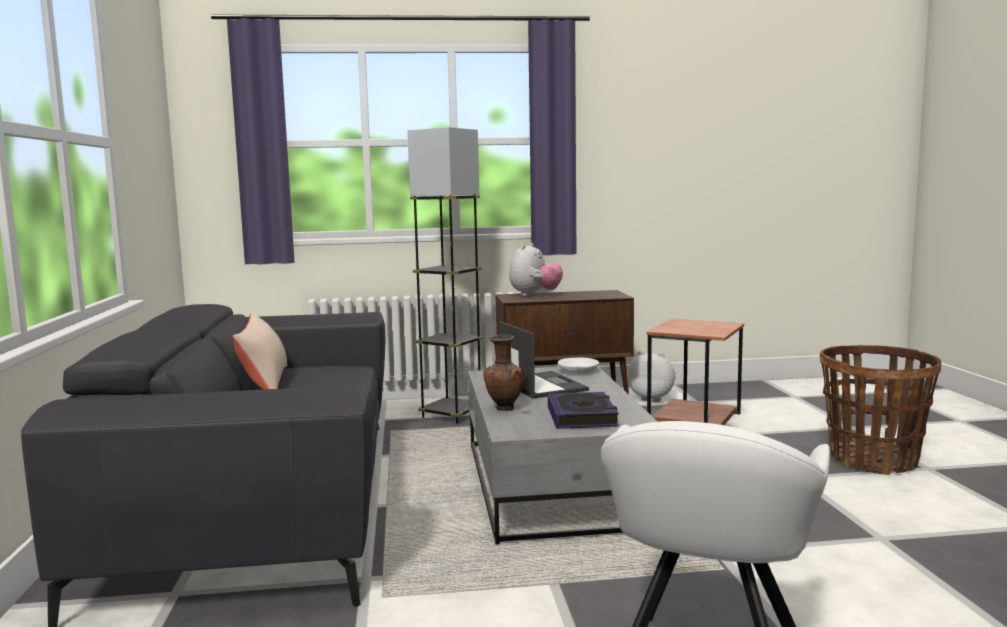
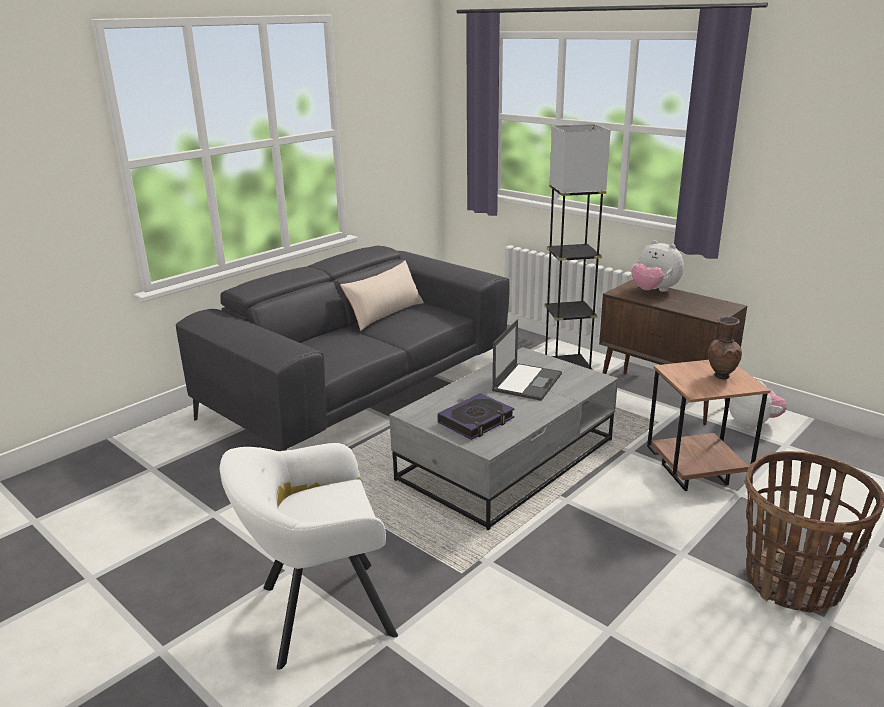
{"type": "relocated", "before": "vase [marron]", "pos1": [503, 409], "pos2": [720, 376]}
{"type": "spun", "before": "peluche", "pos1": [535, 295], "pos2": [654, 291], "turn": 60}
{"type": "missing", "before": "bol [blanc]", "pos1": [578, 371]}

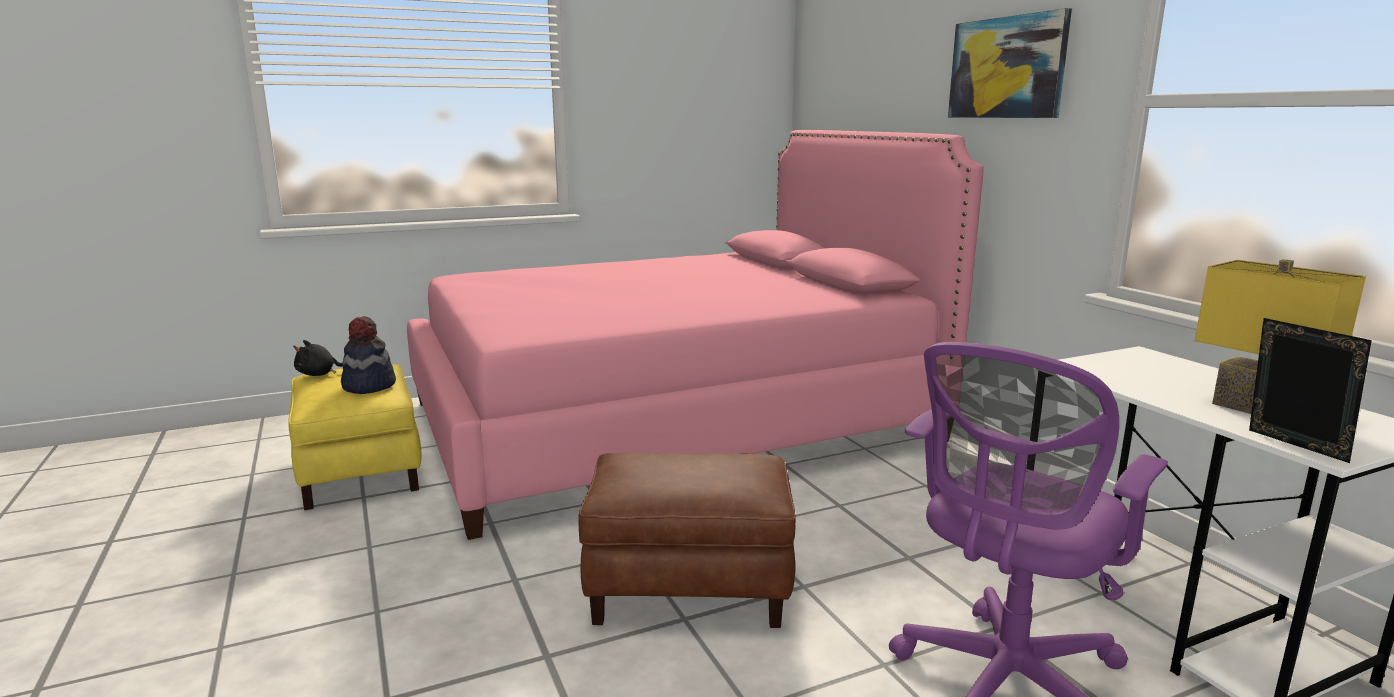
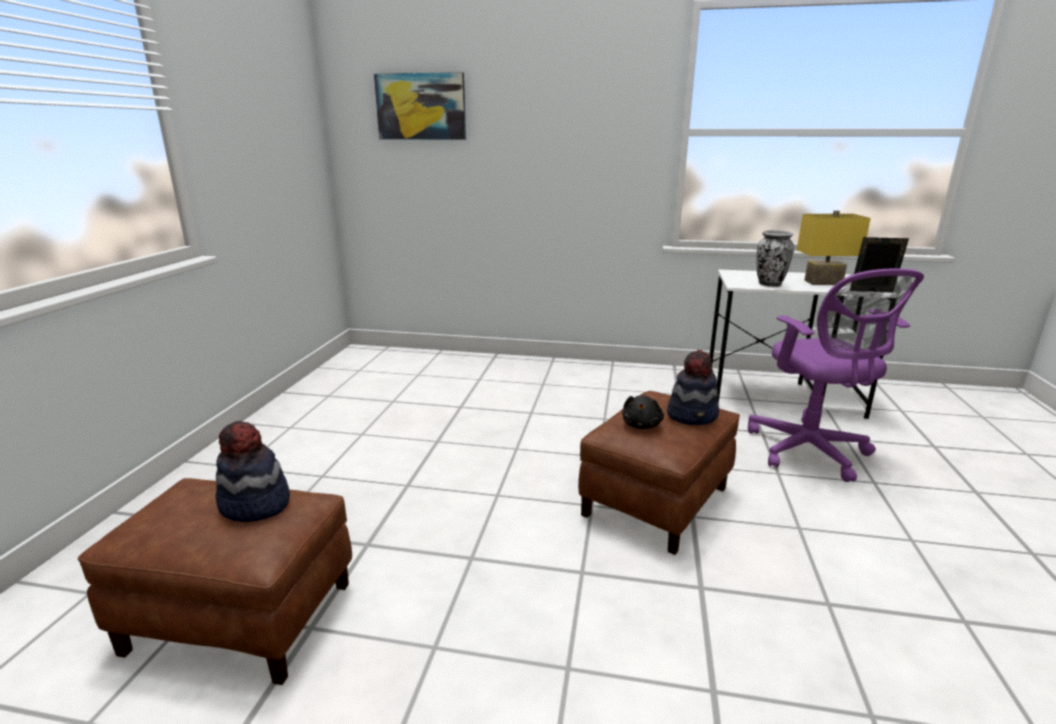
{"type": "colour", "before": "pouf [jaune]", "after": "pouf [marron]", "pos1": [361, 472], "pos2": [242, 616]}
{"type": "relocated", "before": "peluche [noir]", "pos1": [319, 374], "pos2": [642, 425]}
{"type": "missing", "before": "lit [rose]", "pos1": [671, 421]}
{"type": "relocated", "before": "tableau", "pos1": [1007, 68], "pos2": [421, 107]}
{"type": "appeared", "after": "chapeau", "pos2": [693, 415]}
{"type": "appeared", "after": "vase", "pos2": [769, 284]}

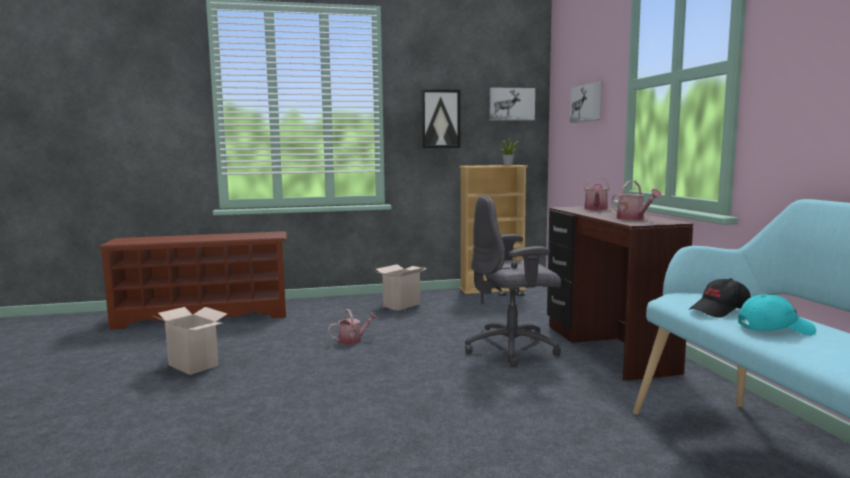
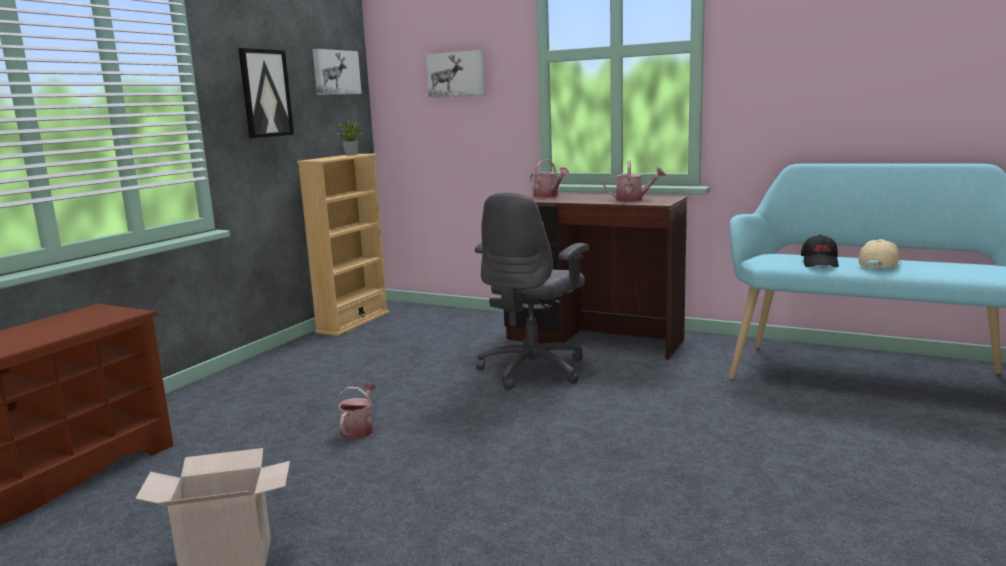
{"type": "missing", "before": "carton", "pos1": [401, 305]}
{"type": "colour", "before": "casquette [turquoise]", "after": "casquette [beige]", "pos1": [774, 329], "pos2": [879, 265]}

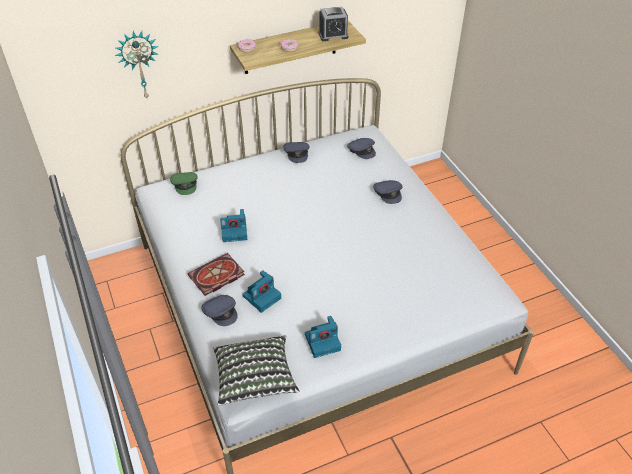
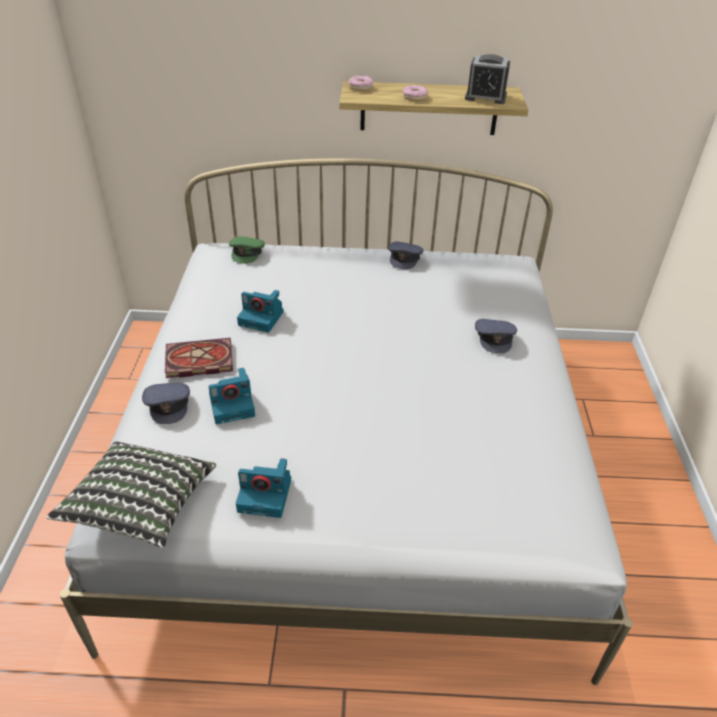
{"type": "missing", "before": "horloge murale", "pos1": [139, 64]}
{"type": "missing", "before": "casquette [gris]", "pos1": [361, 150]}

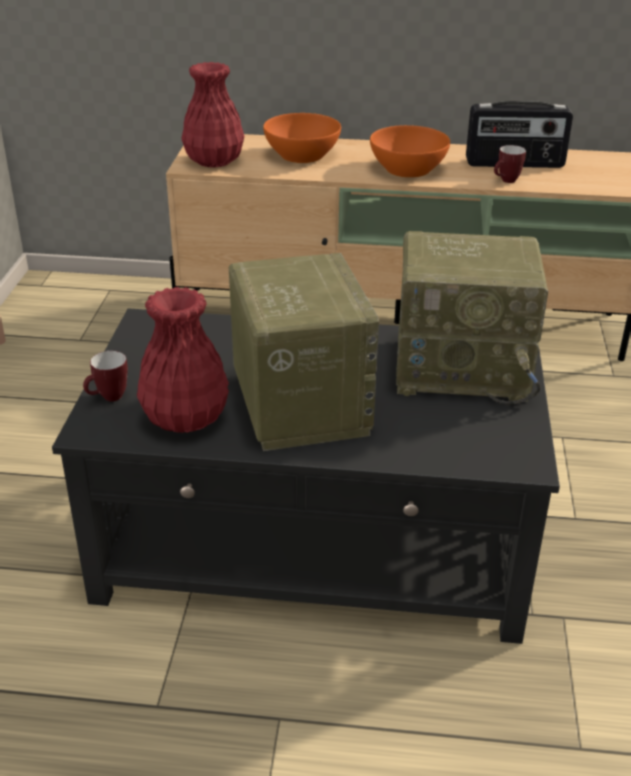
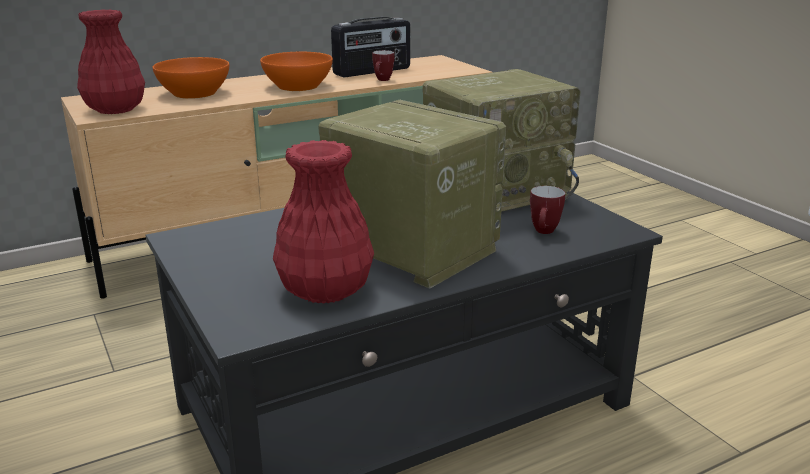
{"type": "relocated", "before": "mug", "pos1": [108, 398], "pos2": [544, 232]}

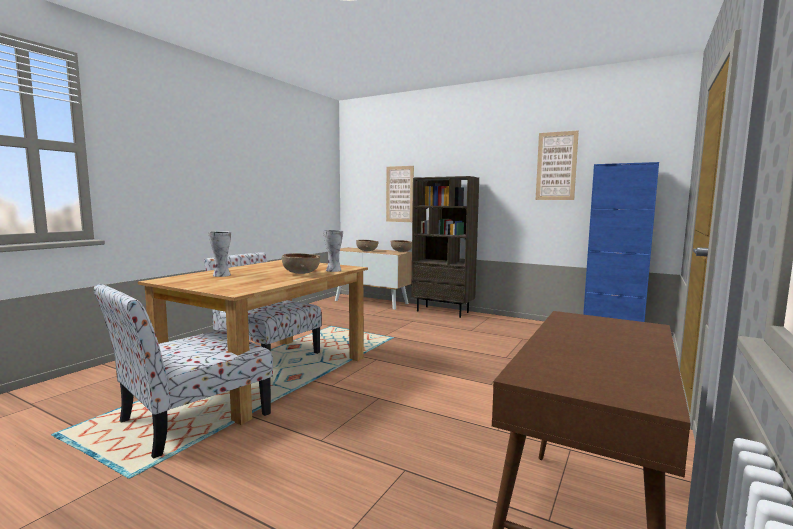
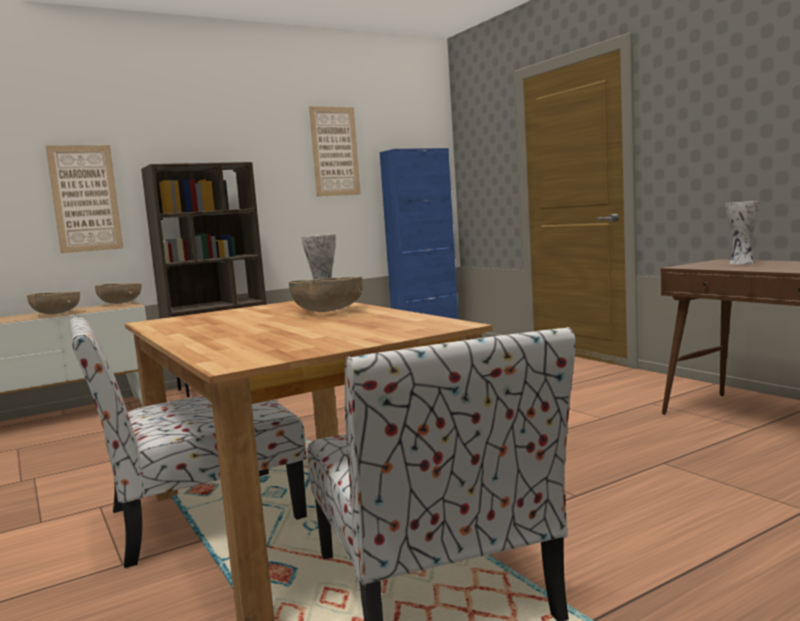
{"type": "relocated", "before": "vase", "pos1": [220, 275], "pos2": [742, 263]}

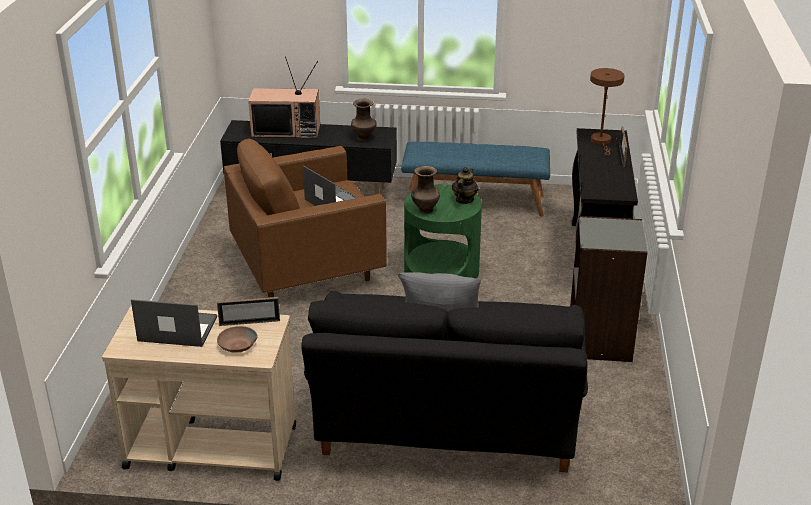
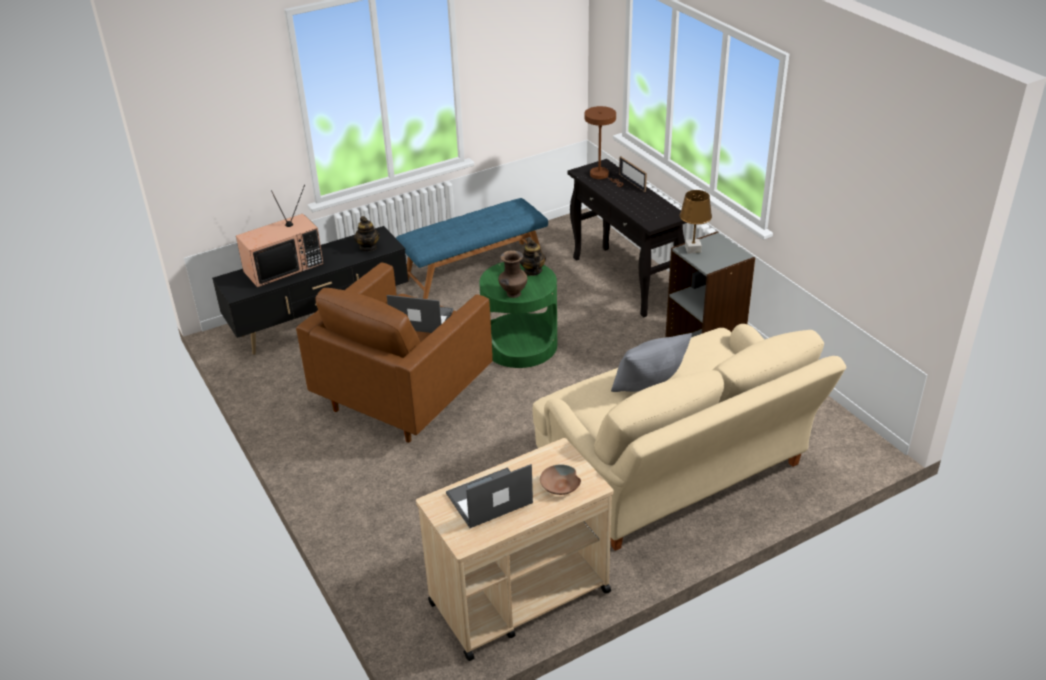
{"type": "missing", "before": "cadre photo", "pos1": [249, 322]}
{"type": "colour", "before": "canapé [noir]", "after": "canapé [beige]", "pos1": [447, 425], "pos2": [677, 474]}
{"type": "exchanged", "before": "vase [marron]", "after": "théière", "pos1": [364, 138], "pos2": [368, 247]}
{"type": "appeared", "after": "lampe de table [marron]", "pos2": [692, 249]}

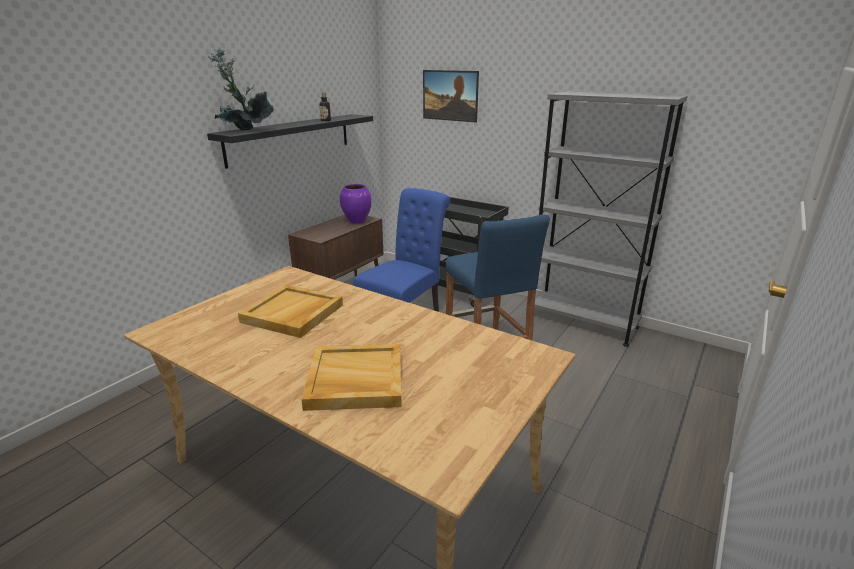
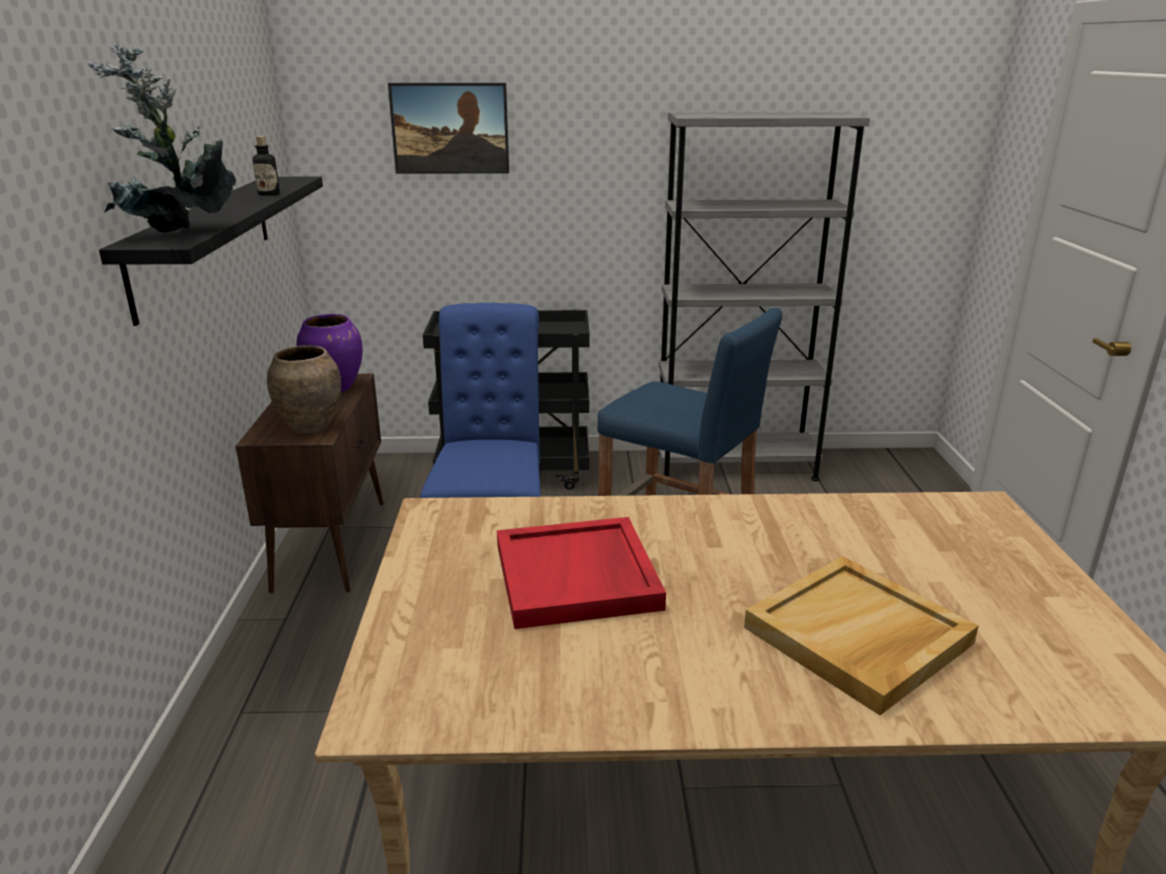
{"type": "colour", "before": "plateau [beige]", "after": "plateau [rouge]", "pos1": [293, 314], "pos2": [578, 577]}
{"type": "appeared", "after": "vase [marron]", "pos2": [310, 427]}

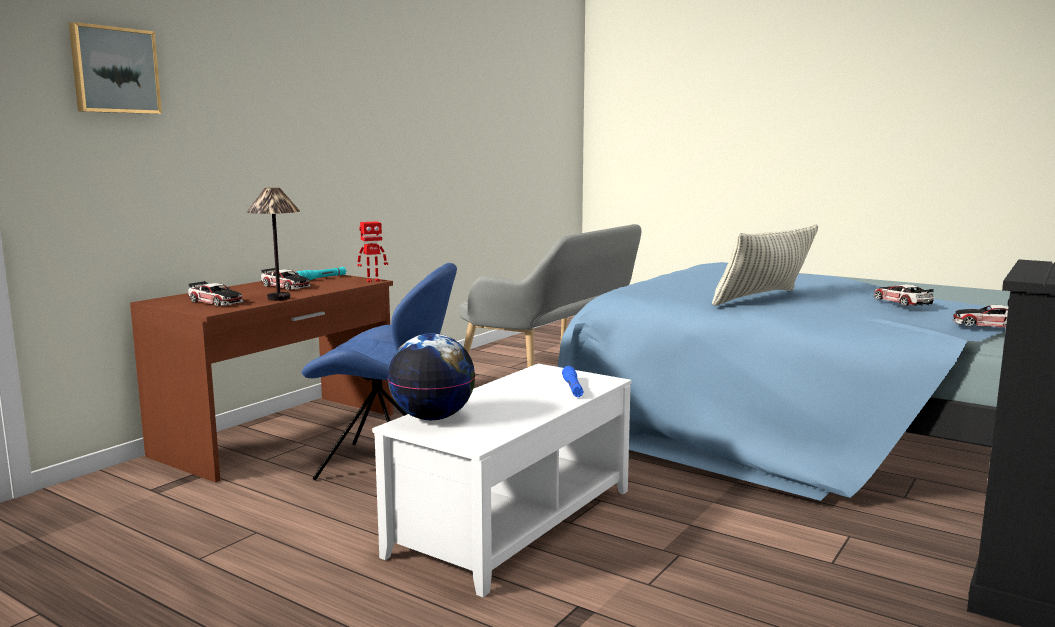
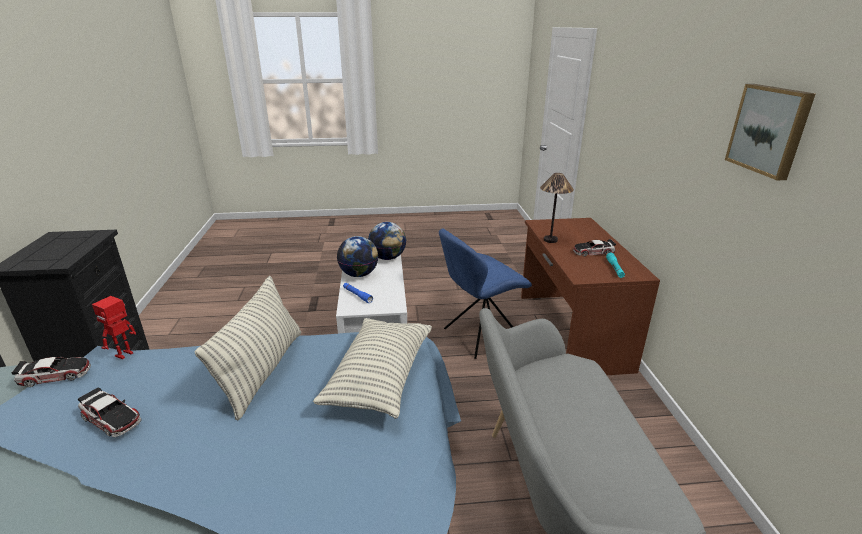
{"type": "relocated", "before": "tableau", "pos1": [114, 70], "pos2": [769, 130]}
{"type": "missing", "before": "petite voiture", "pos1": [216, 302]}
{"type": "relocated", "before": "robot jouet", "pos1": [373, 280], "pos2": [125, 354]}
{"type": "appeared", "after": "coussin", "pos2": [380, 377]}
{"type": "appeared", "after": "globe", "pos2": [359, 274]}

